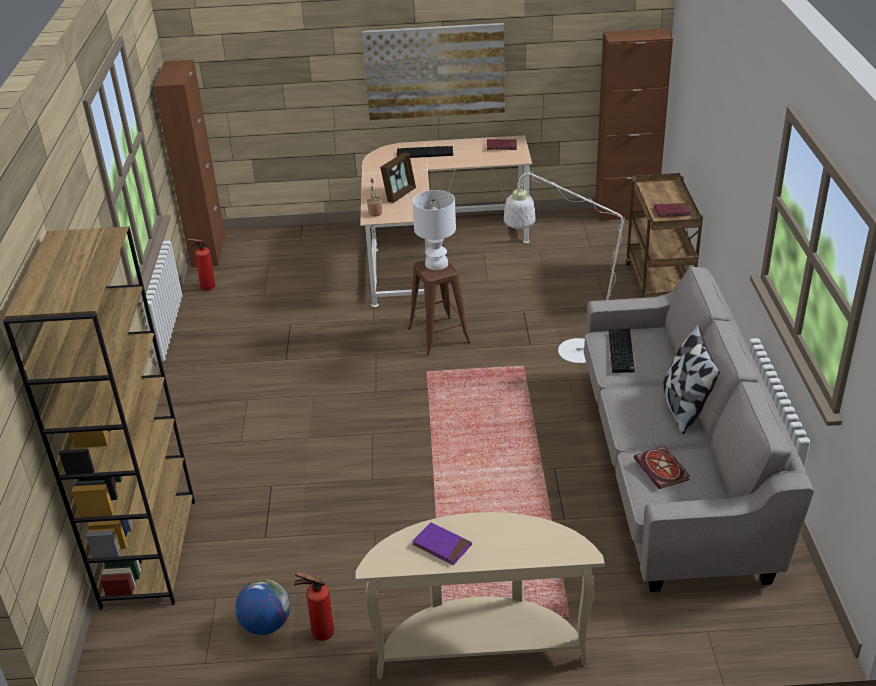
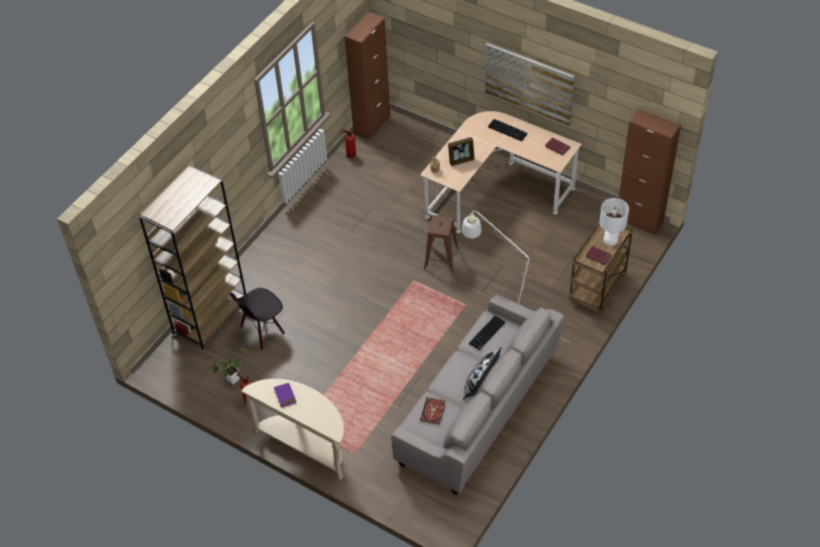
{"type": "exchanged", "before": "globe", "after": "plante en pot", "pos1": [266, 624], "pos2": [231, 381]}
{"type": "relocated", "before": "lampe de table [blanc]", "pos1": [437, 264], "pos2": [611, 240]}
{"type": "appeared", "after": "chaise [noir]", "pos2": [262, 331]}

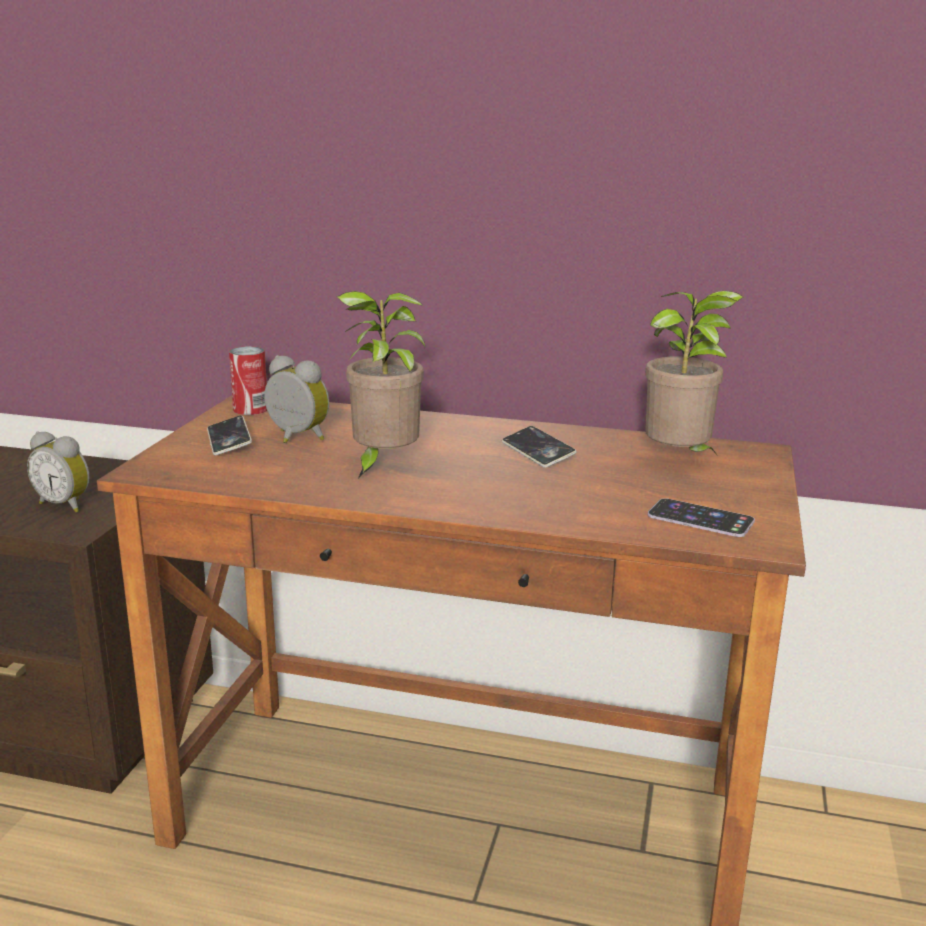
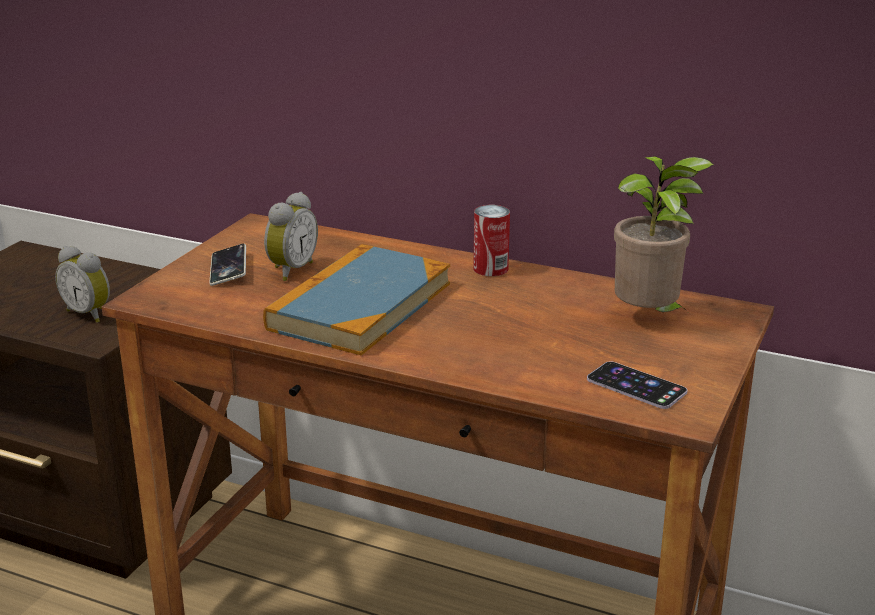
{"type": "relocated", "before": "boîte métallique", "pos1": [250, 409], "pos2": [490, 269]}
{"type": "spun", "before": "réveil", "pos1": [295, 438], "pos2": [290, 270], "turn": 75}
{"type": "exchanged", "before": "plante en pot", "after": "livre", "pos1": [382, 465], "pos2": [360, 306]}
{"type": "missing", "before": "téléphone", "pos1": [537, 452]}

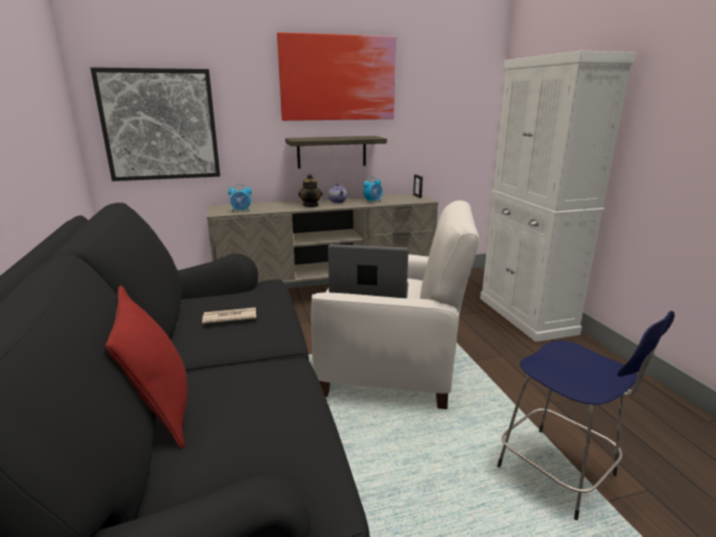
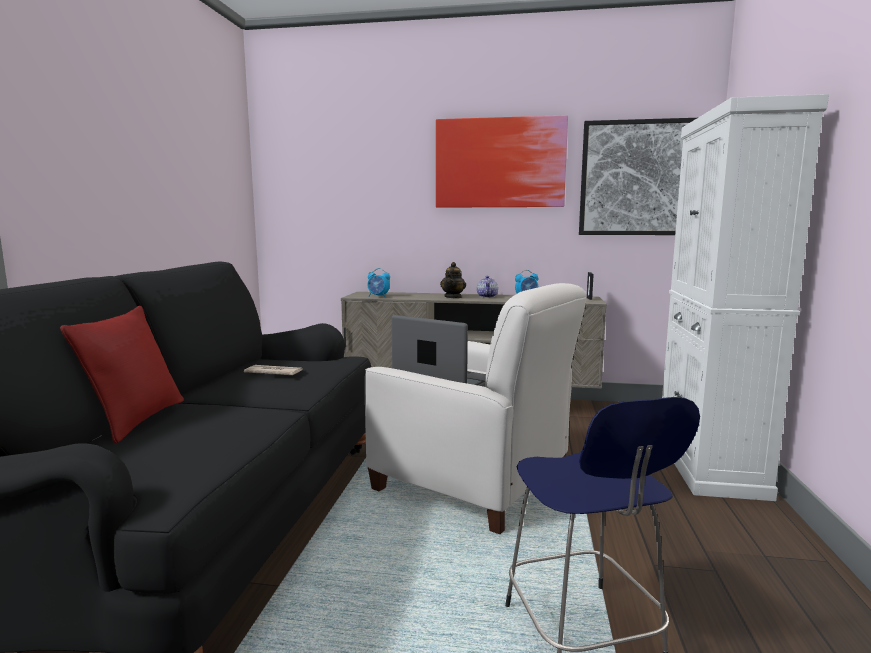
{"type": "relocated", "before": "tableau", "pos1": [160, 125], "pos2": [638, 178]}
{"type": "missing", "before": "étagère", "pos1": [332, 152]}

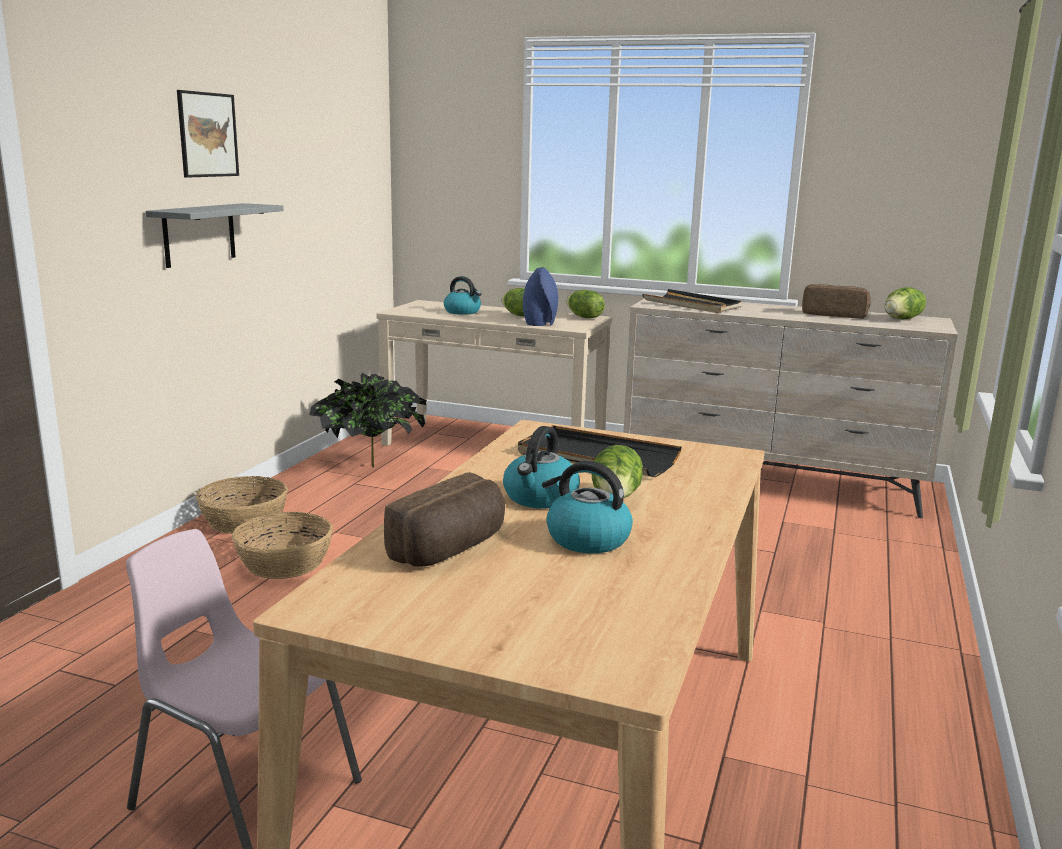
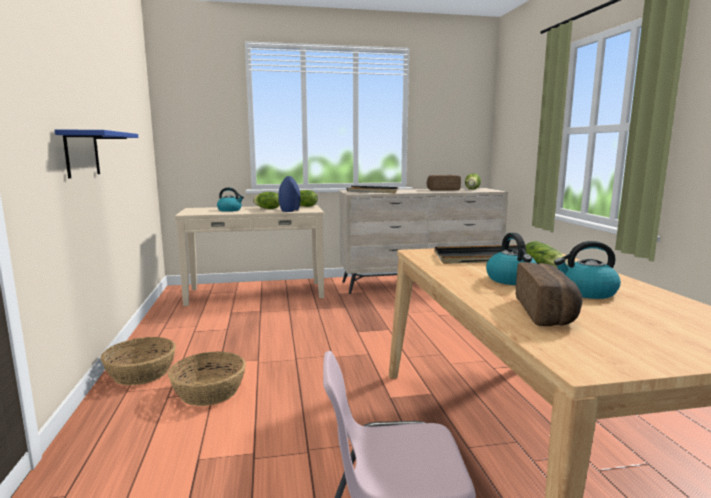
{"type": "colour", "before": "étagère [gris]", "after": "étagère [bleu]", "pos1": [199, 234], "pos2": [82, 154]}
{"type": "missing", "before": "tableau", "pos1": [207, 135]}
{"type": "missing", "before": "plante en pot", "pos1": [369, 466]}

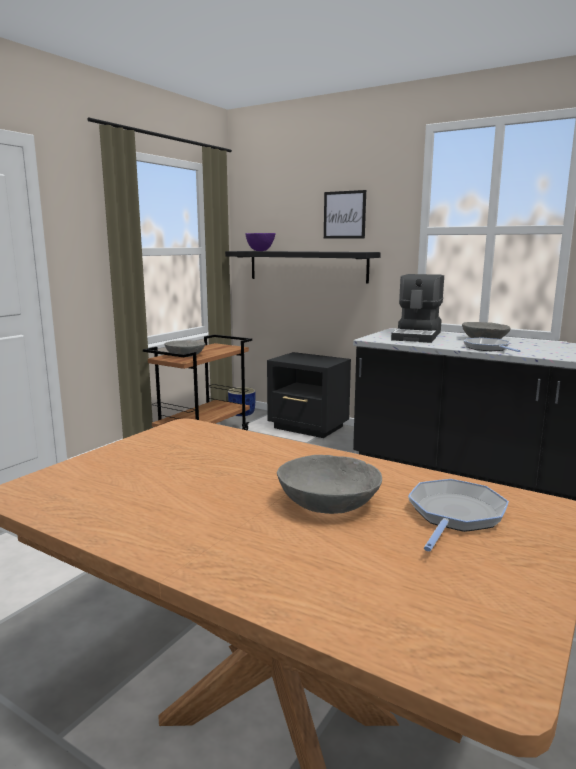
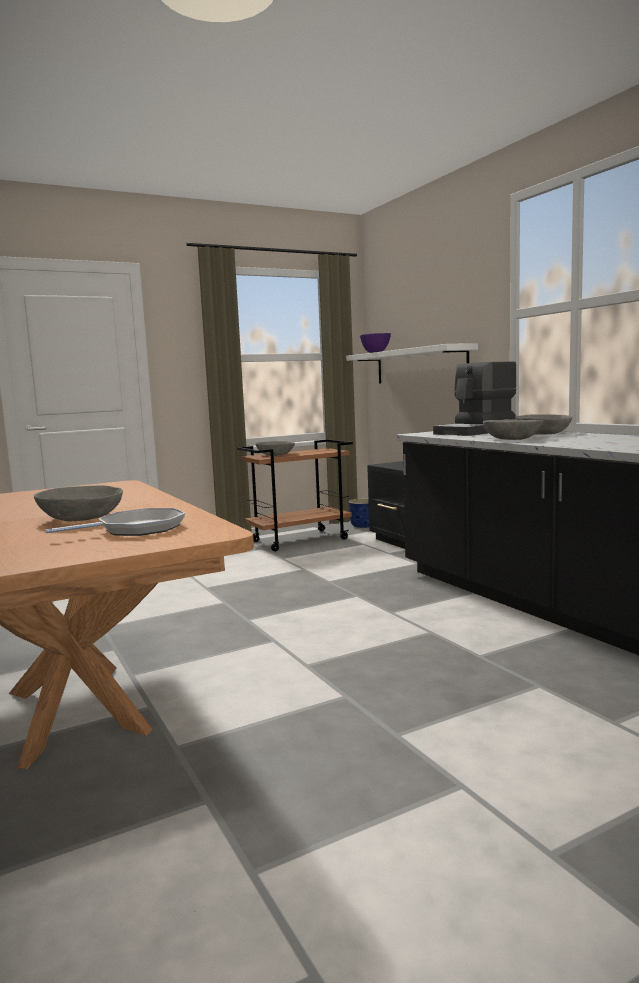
{"type": "colour", "before": "étagère [noir]", "after": "étagère [blanc]", "pos1": [307, 266], "pos2": [420, 365]}
{"type": "missing", "before": "tableau", "pos1": [344, 215]}
{"type": "exchanged", "before": "poêle", "after": "bol [gris]", "pos1": [488, 348], "pos2": [512, 439]}

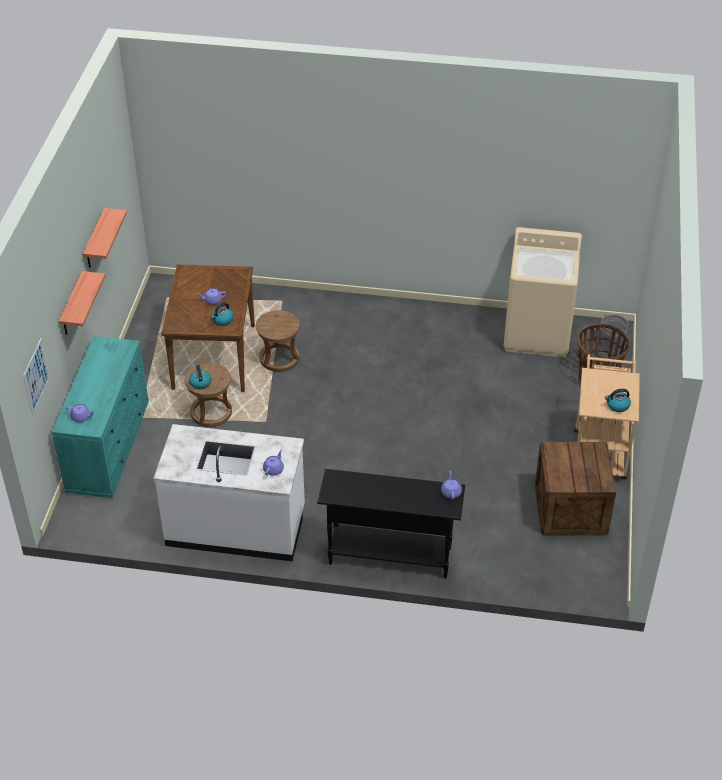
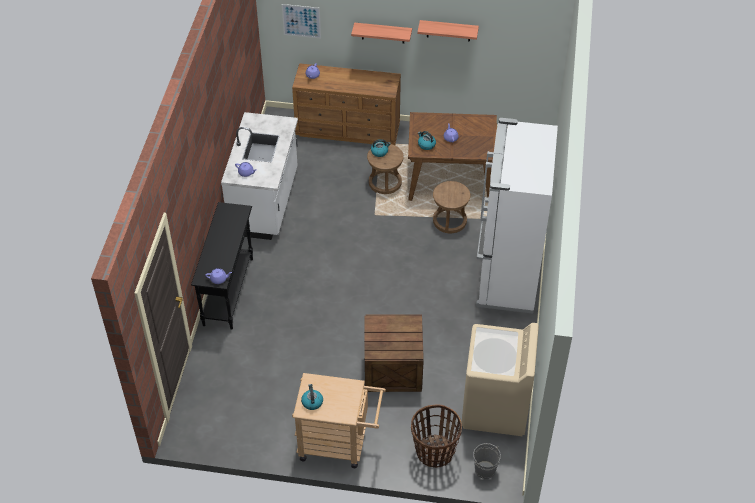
{"type": "colour", "before": "commode [turquoise]", "after": "commode [marron]", "pos1": [109, 447], "pos2": [348, 130]}
{"type": "relocated", "before": "caisse", "pos1": [571, 509], "pos2": [392, 369]}
{"type": "appeared", "after": "réfrigérateur [blanc]", "pos2": [506, 277]}

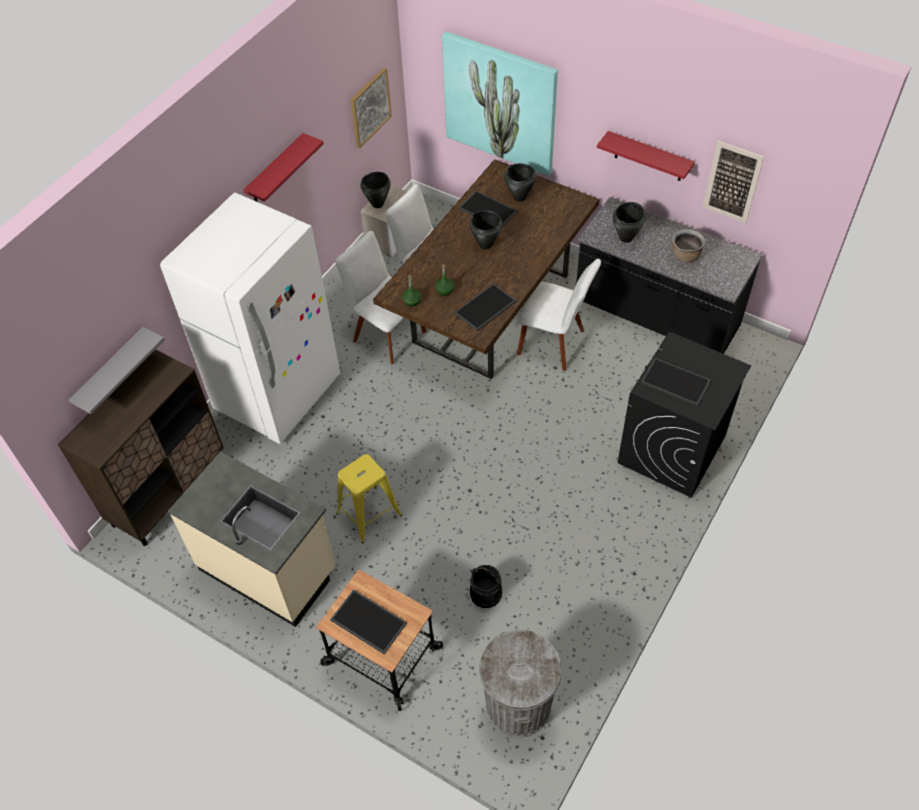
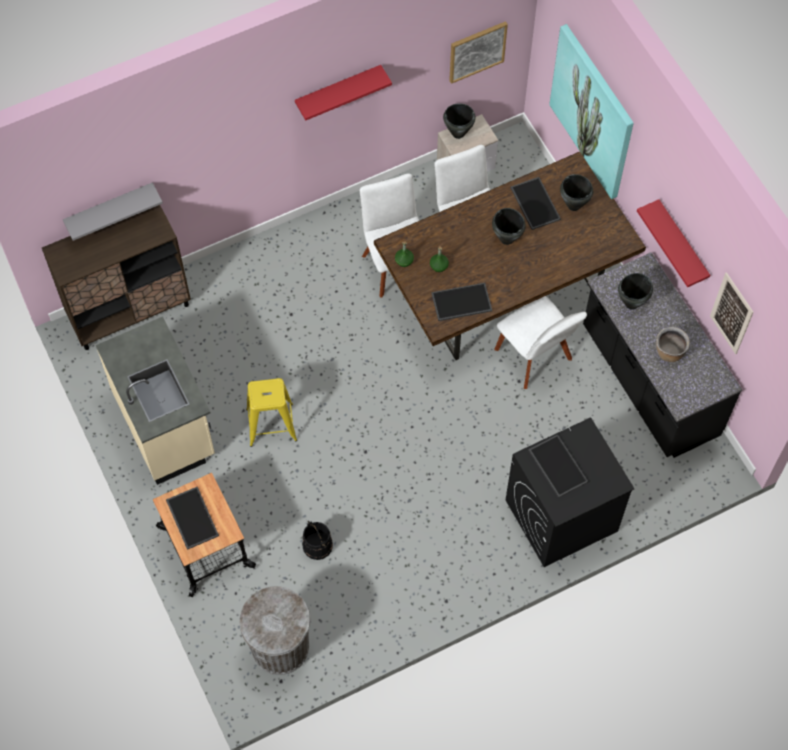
{"type": "missing", "before": "réfrigérateur [blanc]", "pos1": [278, 394]}

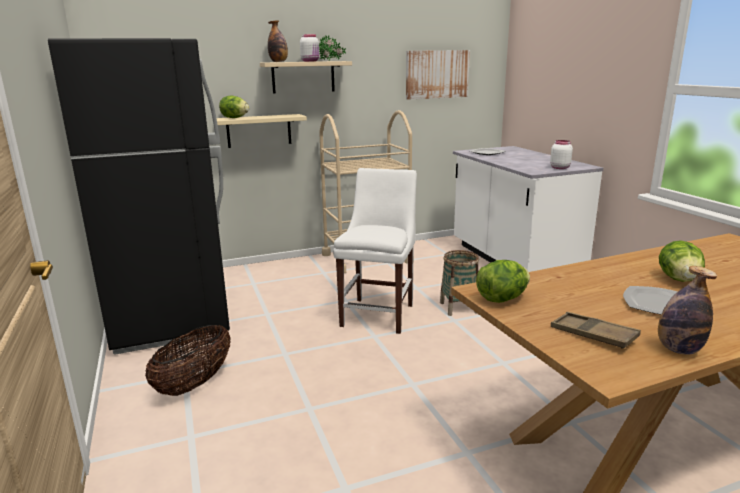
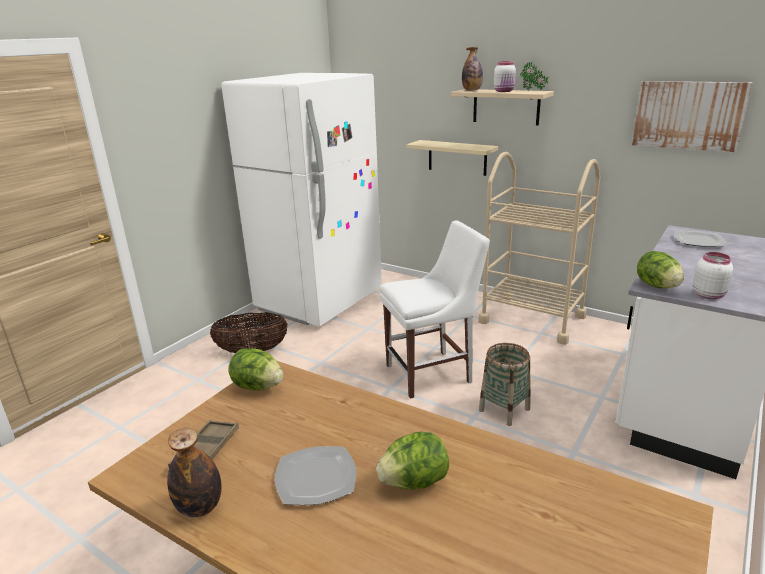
{"type": "colour", "before": "réfrigérateur [noir]", "after": "réfrigérateur [blanc]", "pos1": [170, 318], "pos2": [320, 301]}
{"type": "relocated", "before": "laitue", "pos1": [234, 118], "pos2": [657, 286]}

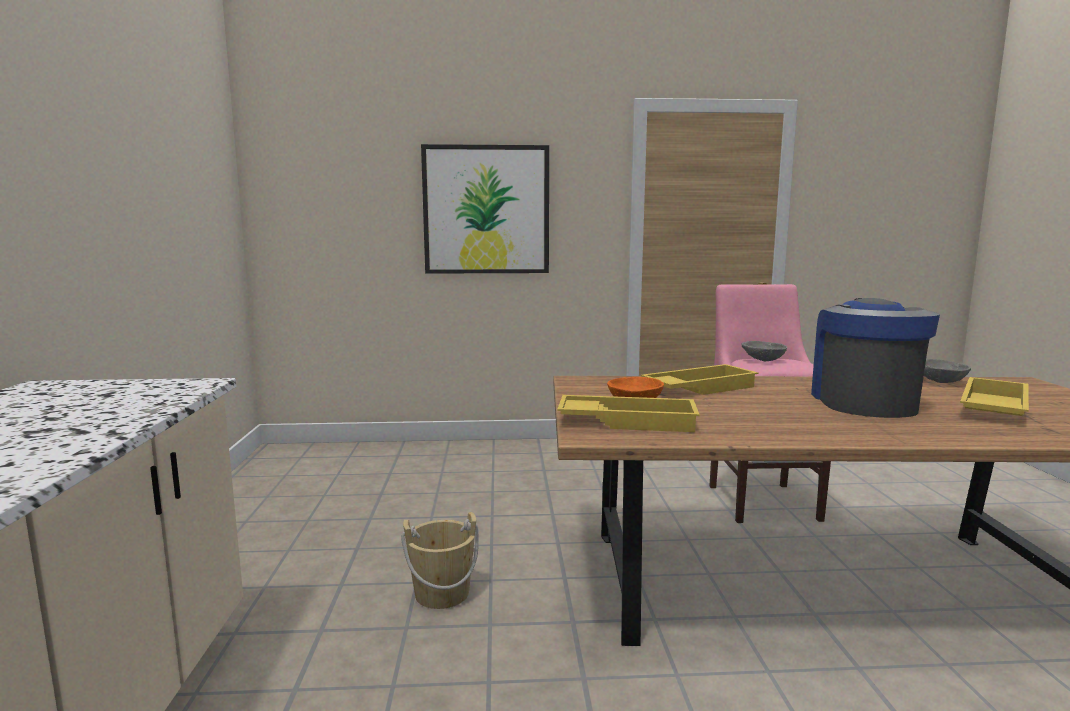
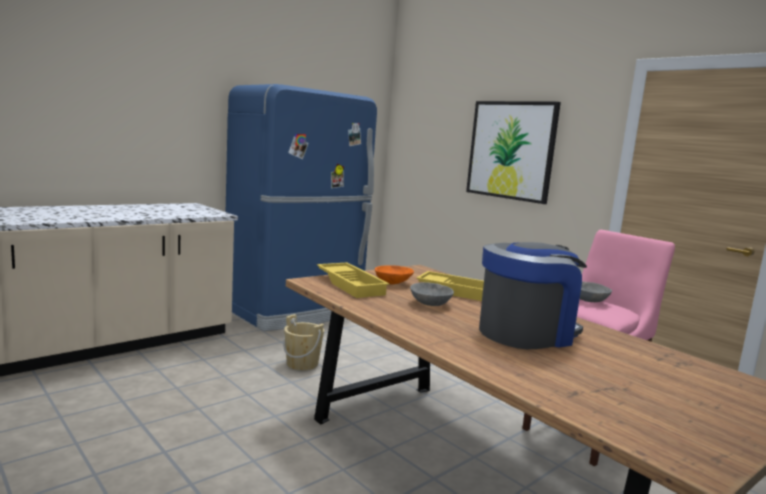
{"type": "relocated", "before": "bol [gris]", "pos1": [938, 381], "pos2": [430, 304]}
{"type": "missing", "before": "plateau [jaune]", "pos1": [991, 408]}
{"type": "appeared", "after": "réfrigérateur [bleu]", "pos2": [297, 310]}

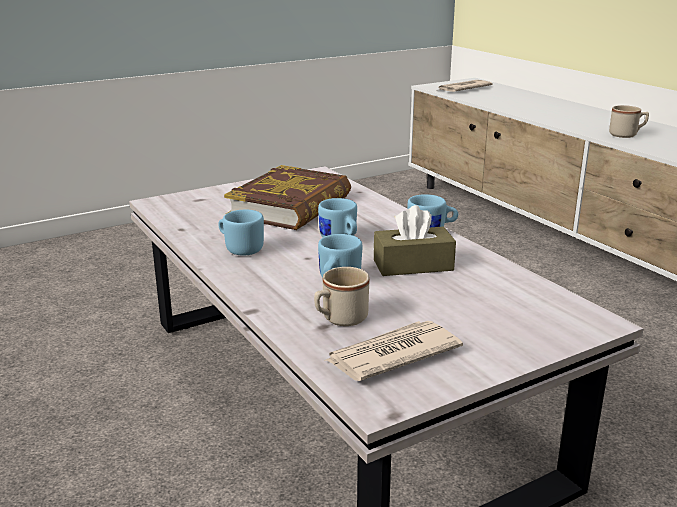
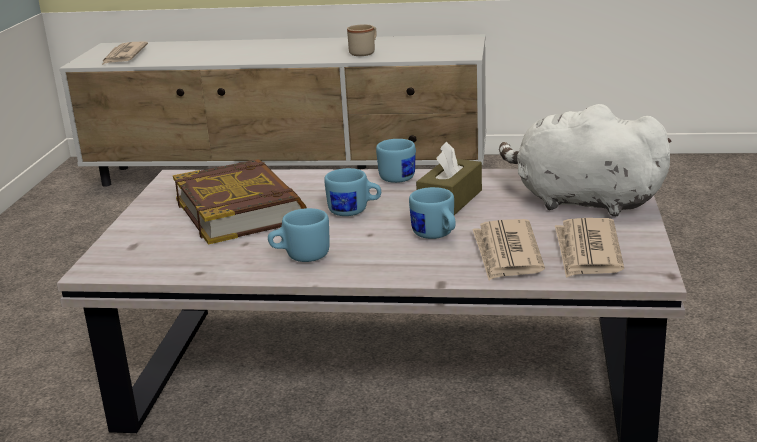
{"type": "exchanged", "before": "mug [beige]", "after": "journal", "pos1": [339, 319], "pos2": [506, 253]}
{"type": "appeared", "after": "peluche [blanc]", "pos2": [581, 202]}

